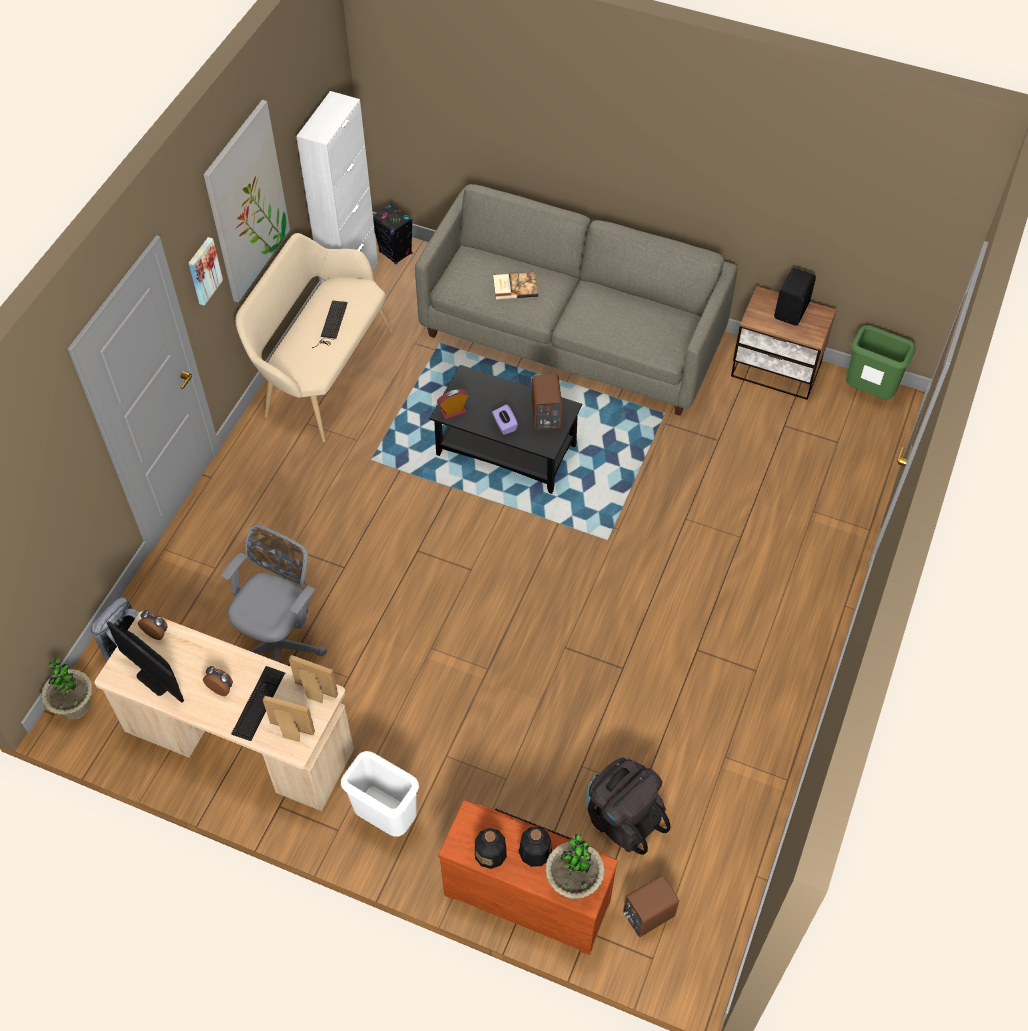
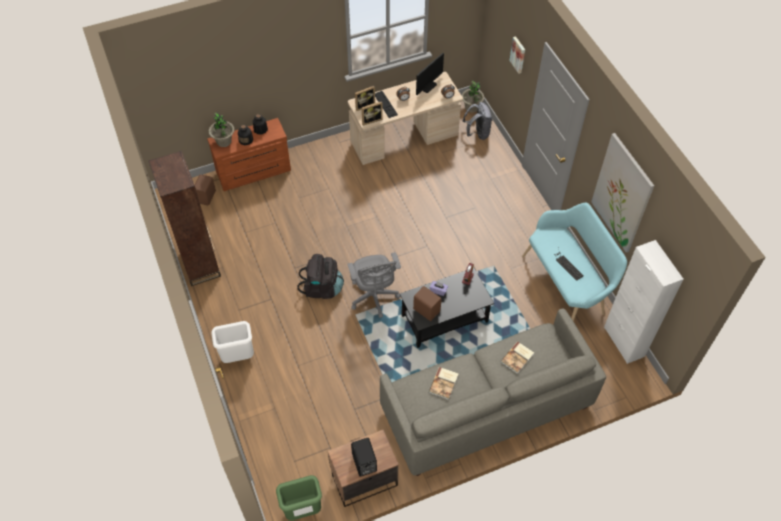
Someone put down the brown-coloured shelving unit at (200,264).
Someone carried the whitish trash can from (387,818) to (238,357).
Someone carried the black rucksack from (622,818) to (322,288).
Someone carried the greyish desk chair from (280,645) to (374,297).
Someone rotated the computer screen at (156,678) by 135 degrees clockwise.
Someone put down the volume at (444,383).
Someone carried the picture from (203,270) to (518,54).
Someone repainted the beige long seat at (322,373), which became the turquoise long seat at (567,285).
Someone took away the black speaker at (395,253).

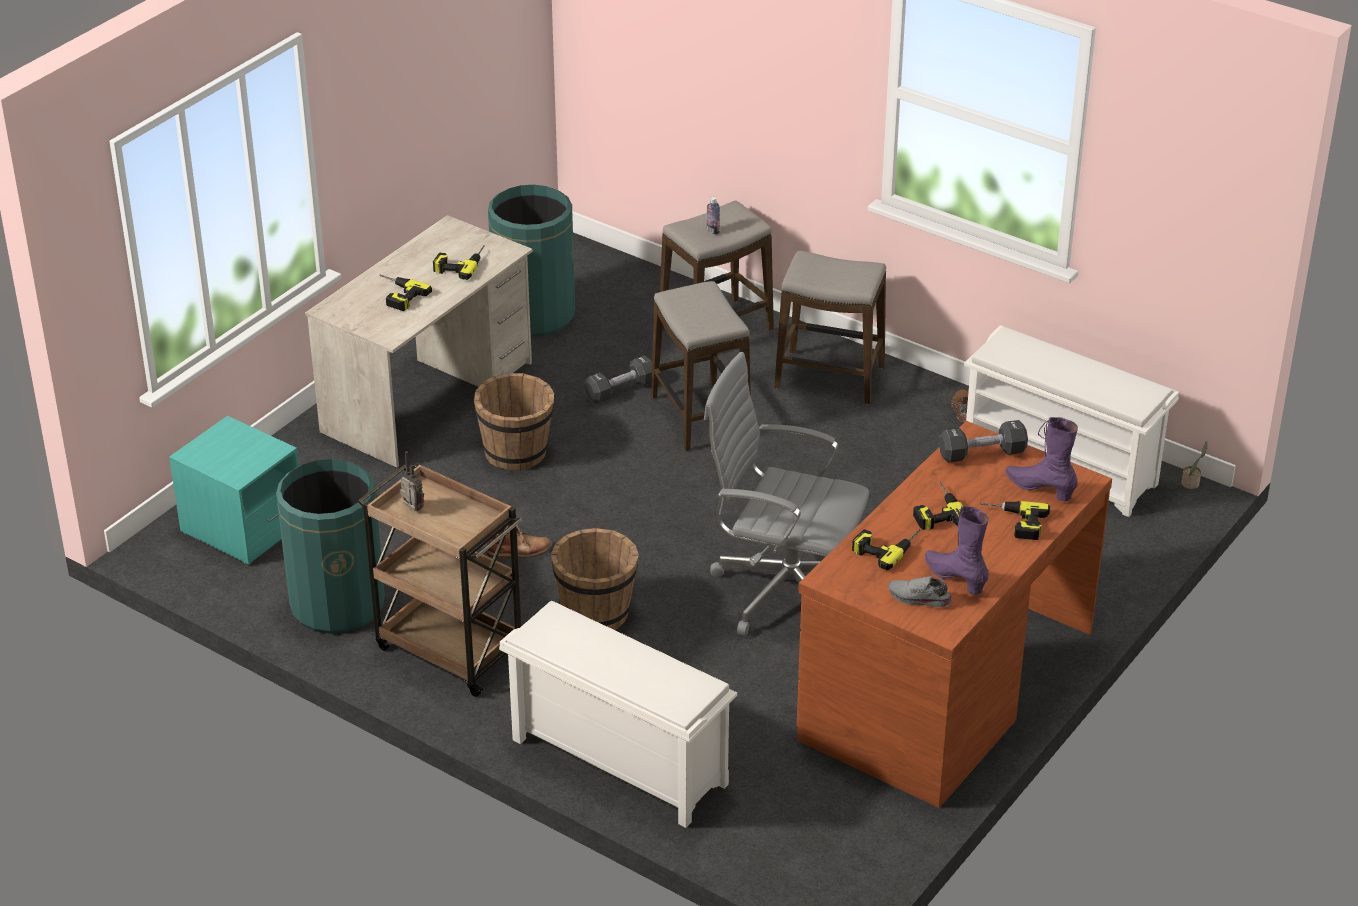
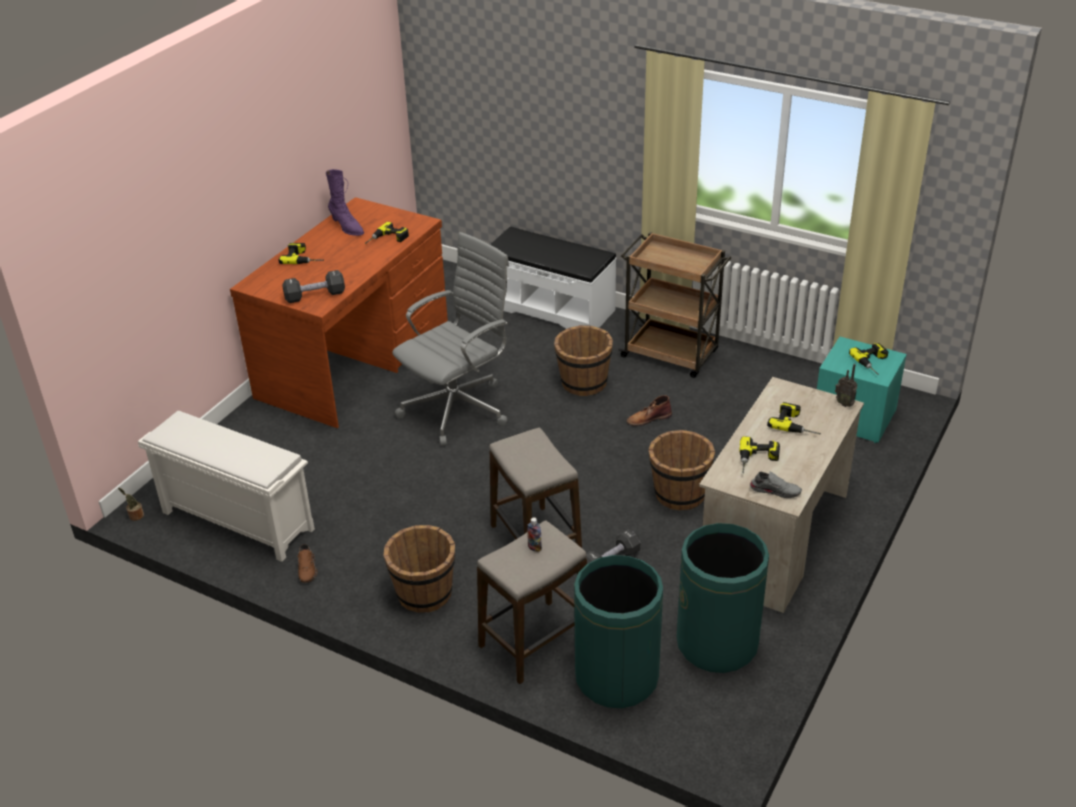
Someone swapped the stool at (829,377) for the brown-coloured bucket at (424,594).
Someone rotated the greyish desk chair at (784,590) by 60 degrees counterclockwise.
Someone swapped the whitish shoe shelf at (616,762) for the whitish long seat at (551,307).
Someone carried the greenish trash can from (338,604) to (616,677).
Someone carried the greyish item of footwear from (918,599) to (775,490).
Someone carried the radio receiver from (412,510) to (844,403).
Someone carried the power drill from (935,510) to (874,363).
Someone took away the purplish high-top boot at (1040,489).

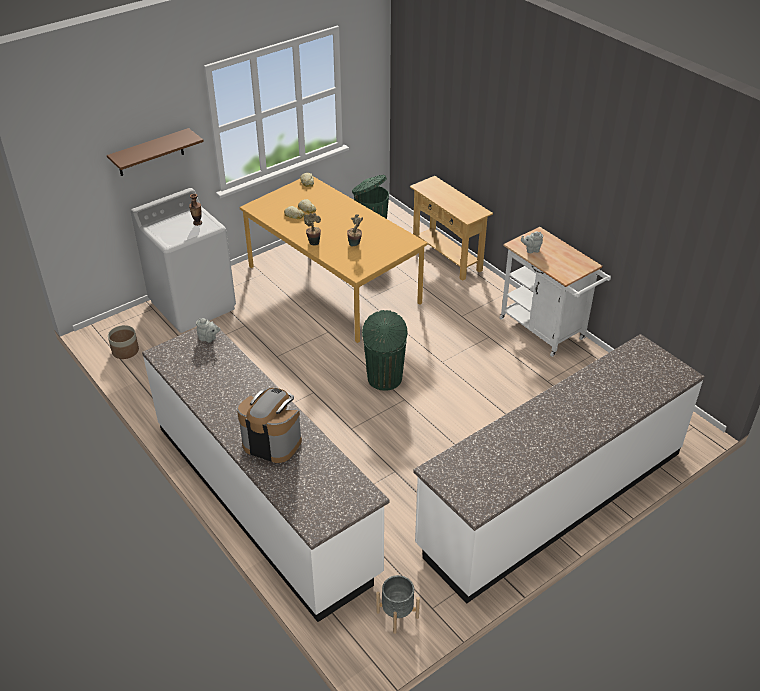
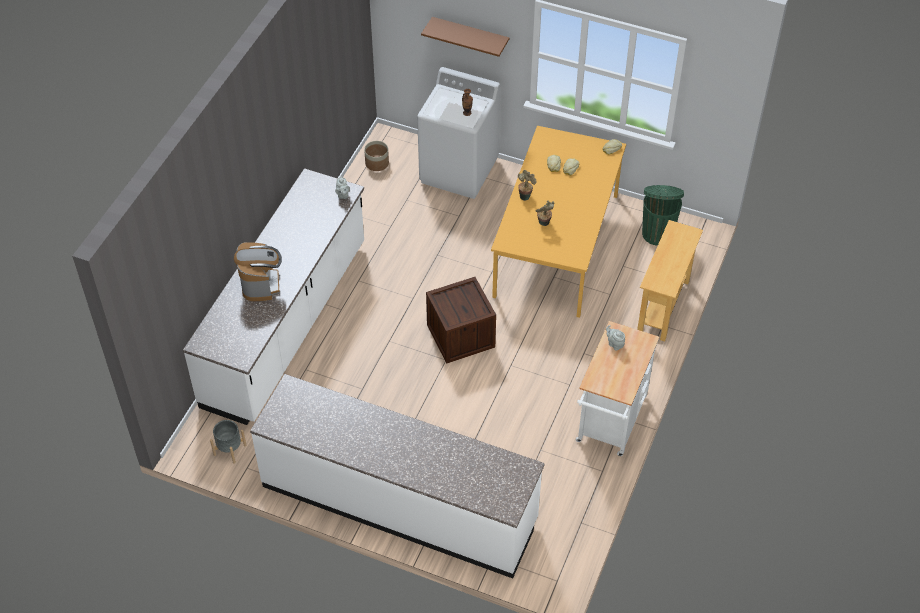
Someone swapped the greenish trash can at (384,379) for the shipping crate at (460,336).

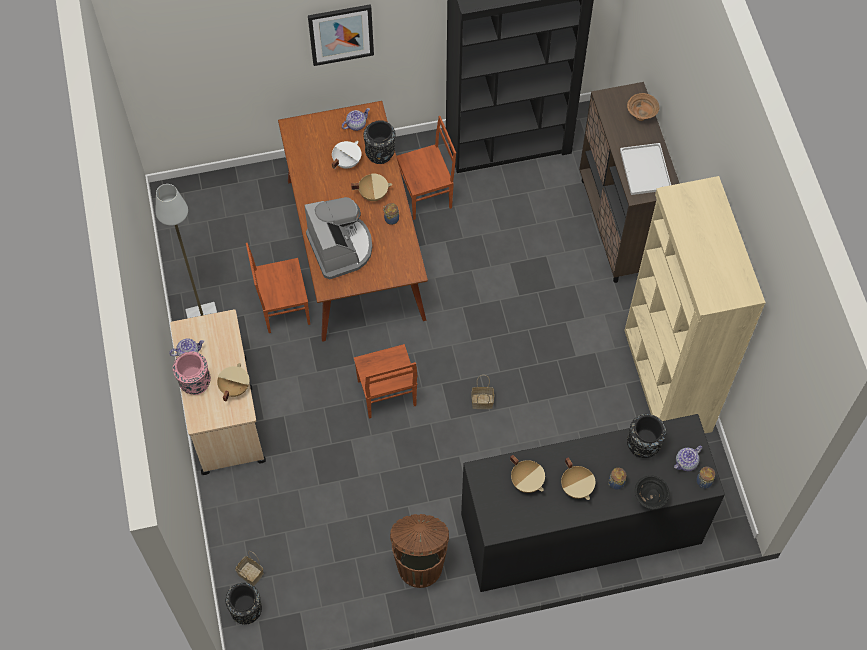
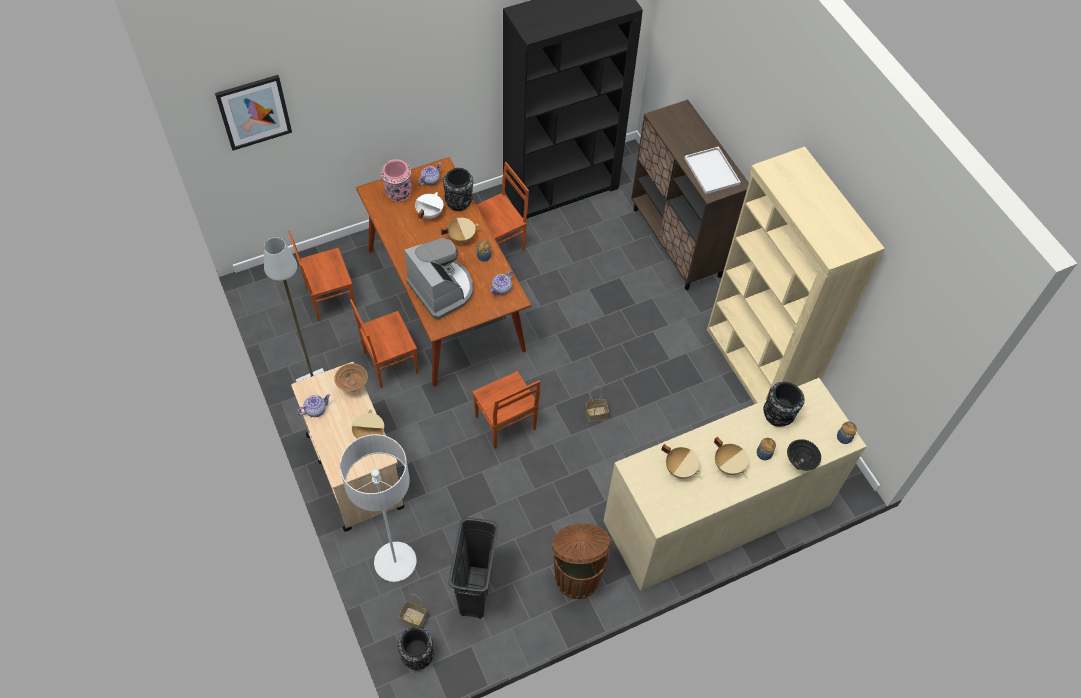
Someone carried the picture from (341,34) to (254,112).
Someone put down the brown-coloured upright chair at (329,298).
Someone carried the brown-coloured bowl from (641,117) to (353,387).
Someone put down the greyish standard lamp at (395,562).
Someone carried the pink-coloured vase from (195,383) to (398,193).
Someone put down the black trash can at (475,590).
Someone carried the tea pot from (686,463) to (501,289).
Someone repainted the black chest of drawers at (580,528), which became the beige chest of drawers at (717,513).

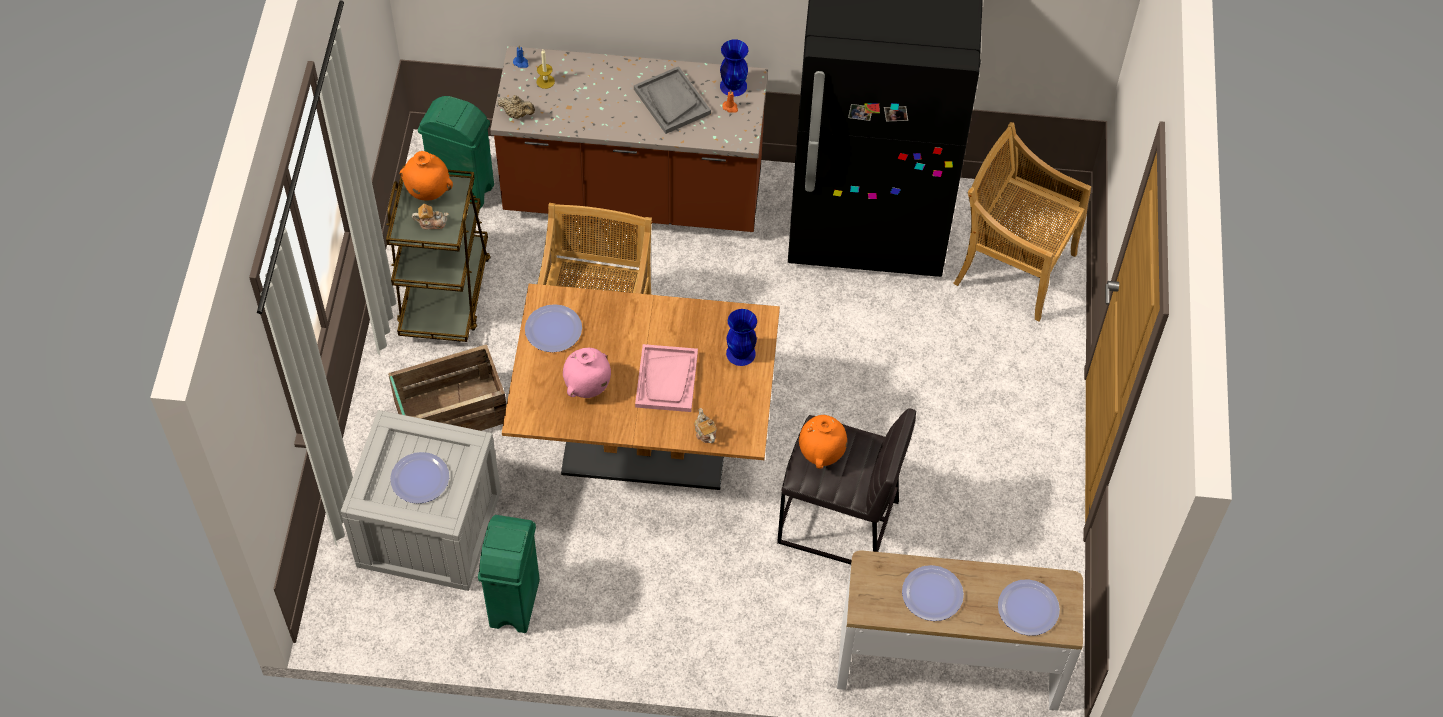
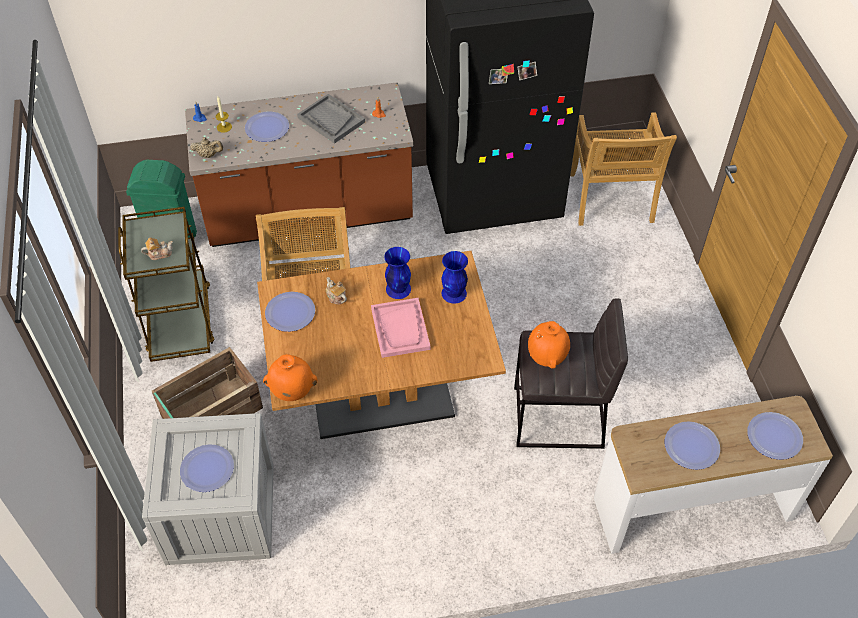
Someone put down the flat dish at (267,128).
Someone carried the orange vase from (427,192) to (292,392).
Someone carried the tea pot from (705,433) to (336,297).
Someone carried the blue-coloured vase from (733,85) to (398,288).
Someone rotated the beige upright chair at (1013,267) by 105 degrees counterclockwise.
Someone took away the greenish trash can at (514,604).
Someone took away the pink-coloured vase at (587,387).

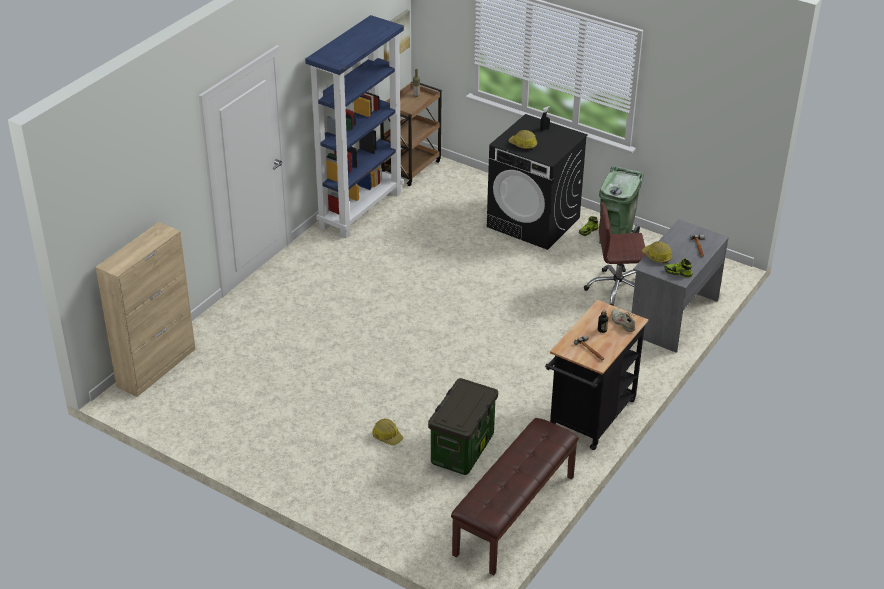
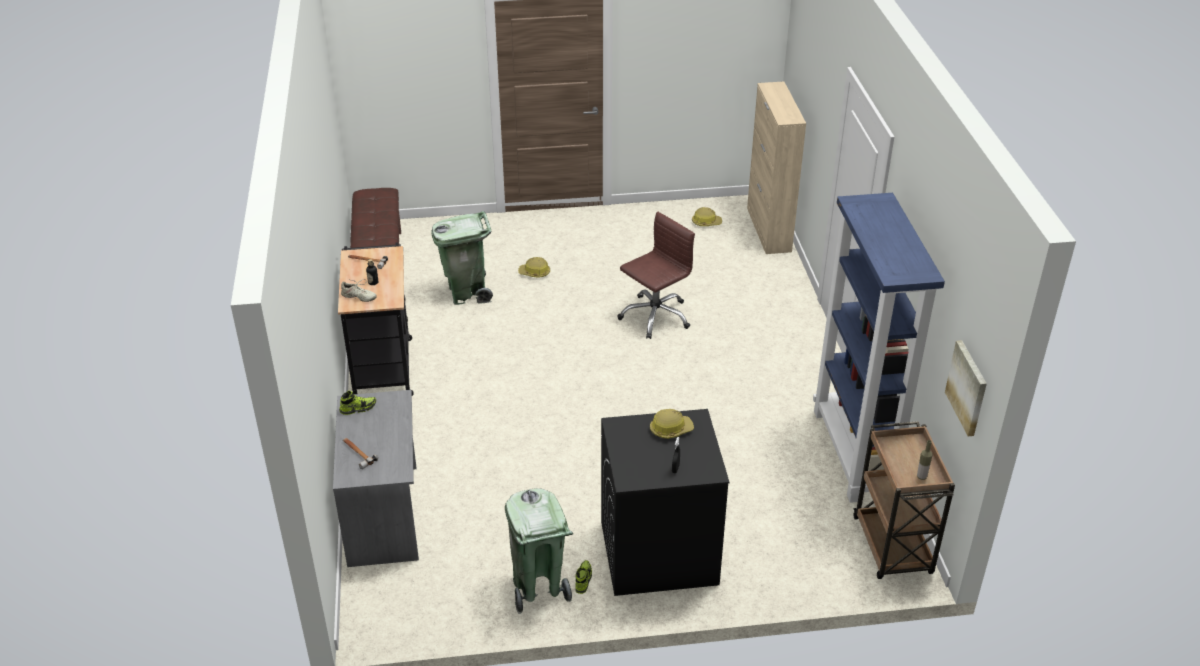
Someone swapped the storage bin at (462,448) for the greenish trash can at (467,293).
Someone carried the brown-coloured desk chair from (617,289) to (655,316).
Someone carried the safety helmet from (657,256) to (706,222).

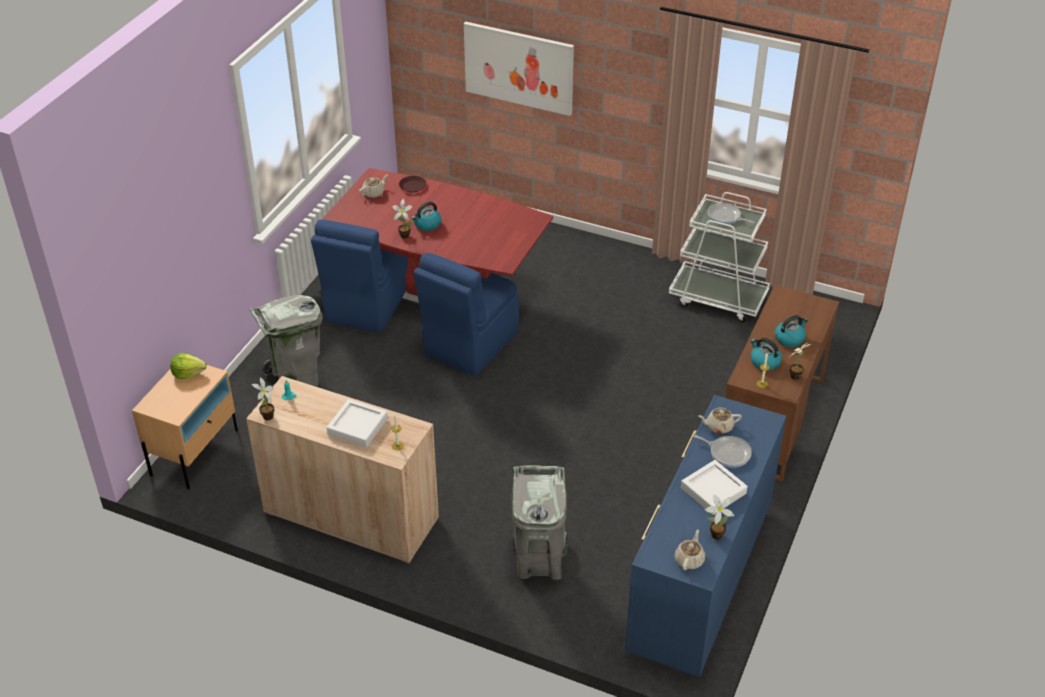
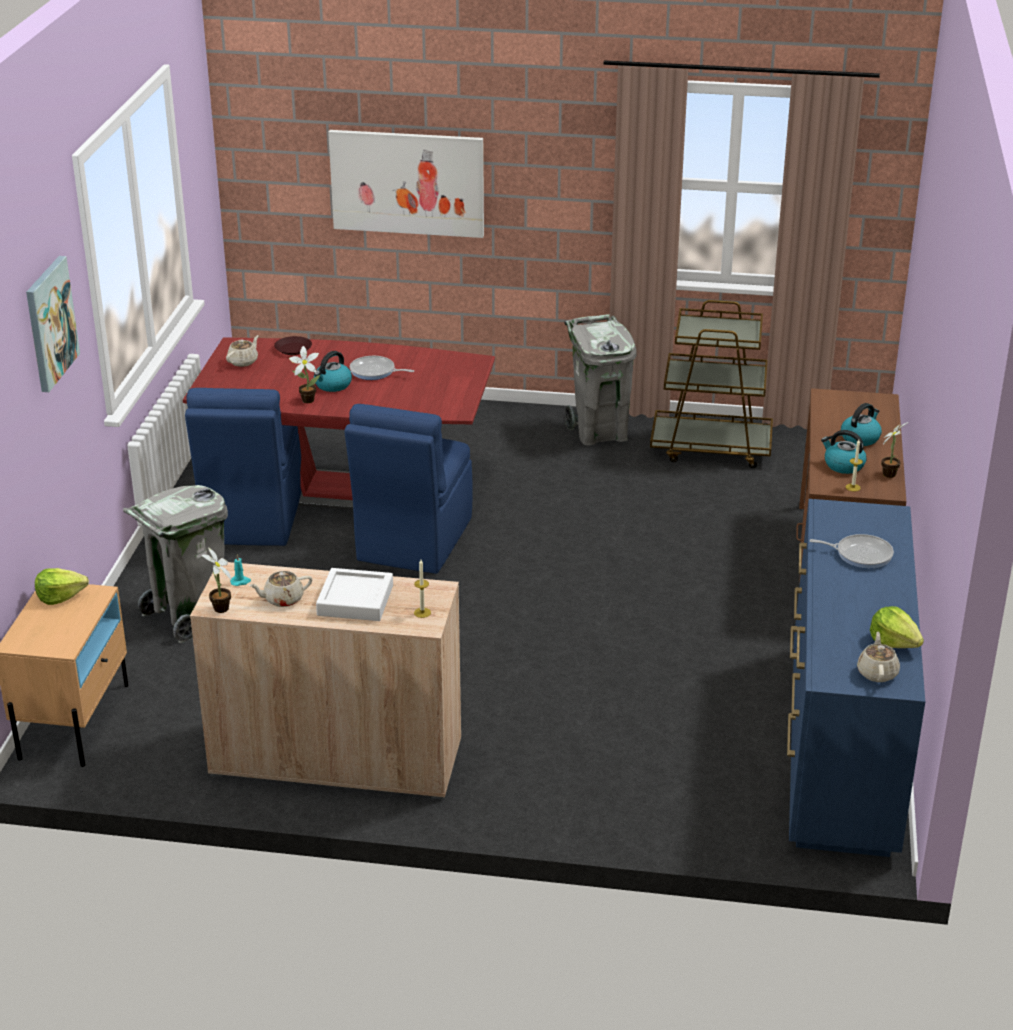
Someone put up the picture at (50,323).
Someone carried the beige tea pot from (718,426) to (283,599).
Someone carried the skillet from (725,217) to (375,372).
Someone carried the greyish trash can from (539,562) to (599,433).
Someone repainted the whitish cart at (718,298), which became the brown-coloured cart at (711,448).
Someone swapped the potted plant at (714,535) for the lettuce head at (894,642).
Someone took away the whitish serving tray at (713,491).

